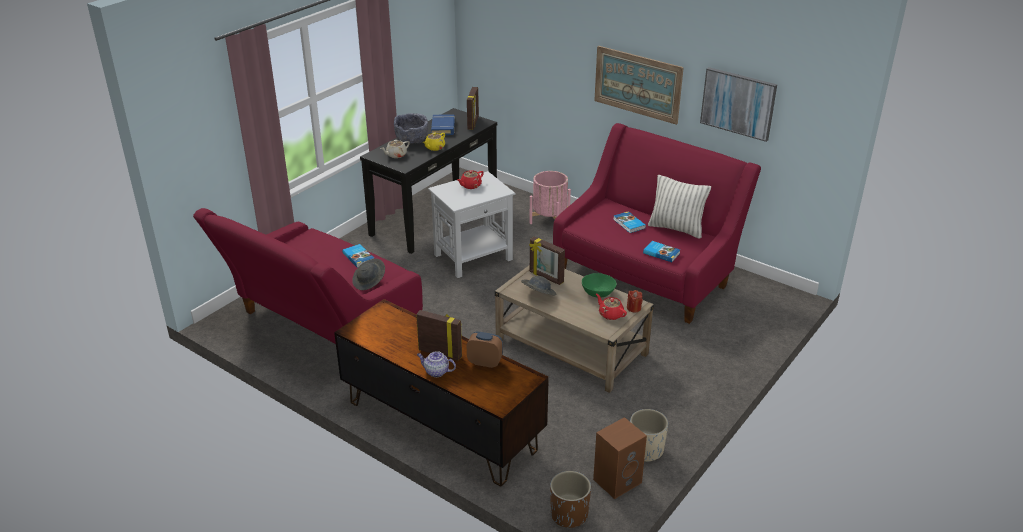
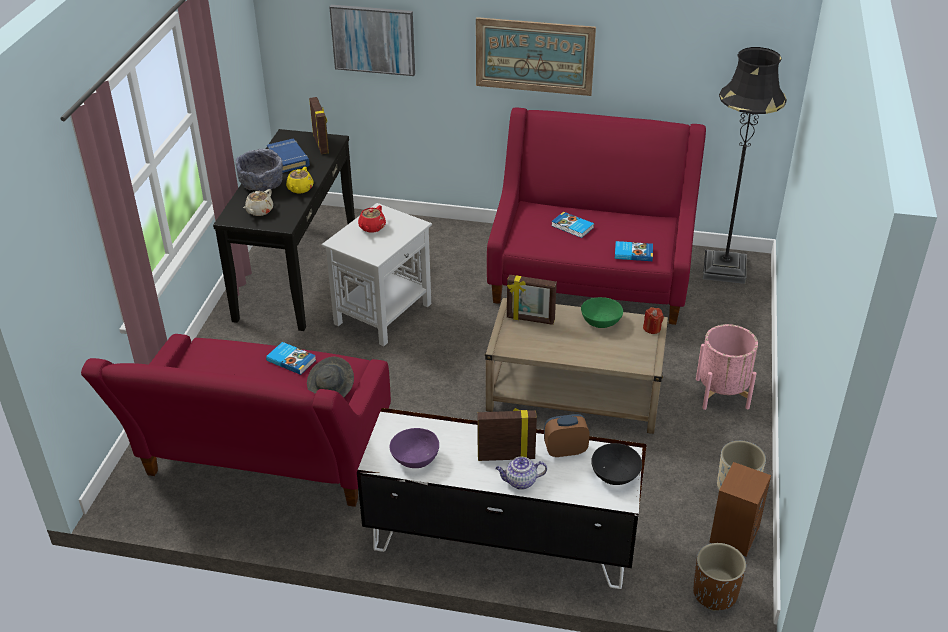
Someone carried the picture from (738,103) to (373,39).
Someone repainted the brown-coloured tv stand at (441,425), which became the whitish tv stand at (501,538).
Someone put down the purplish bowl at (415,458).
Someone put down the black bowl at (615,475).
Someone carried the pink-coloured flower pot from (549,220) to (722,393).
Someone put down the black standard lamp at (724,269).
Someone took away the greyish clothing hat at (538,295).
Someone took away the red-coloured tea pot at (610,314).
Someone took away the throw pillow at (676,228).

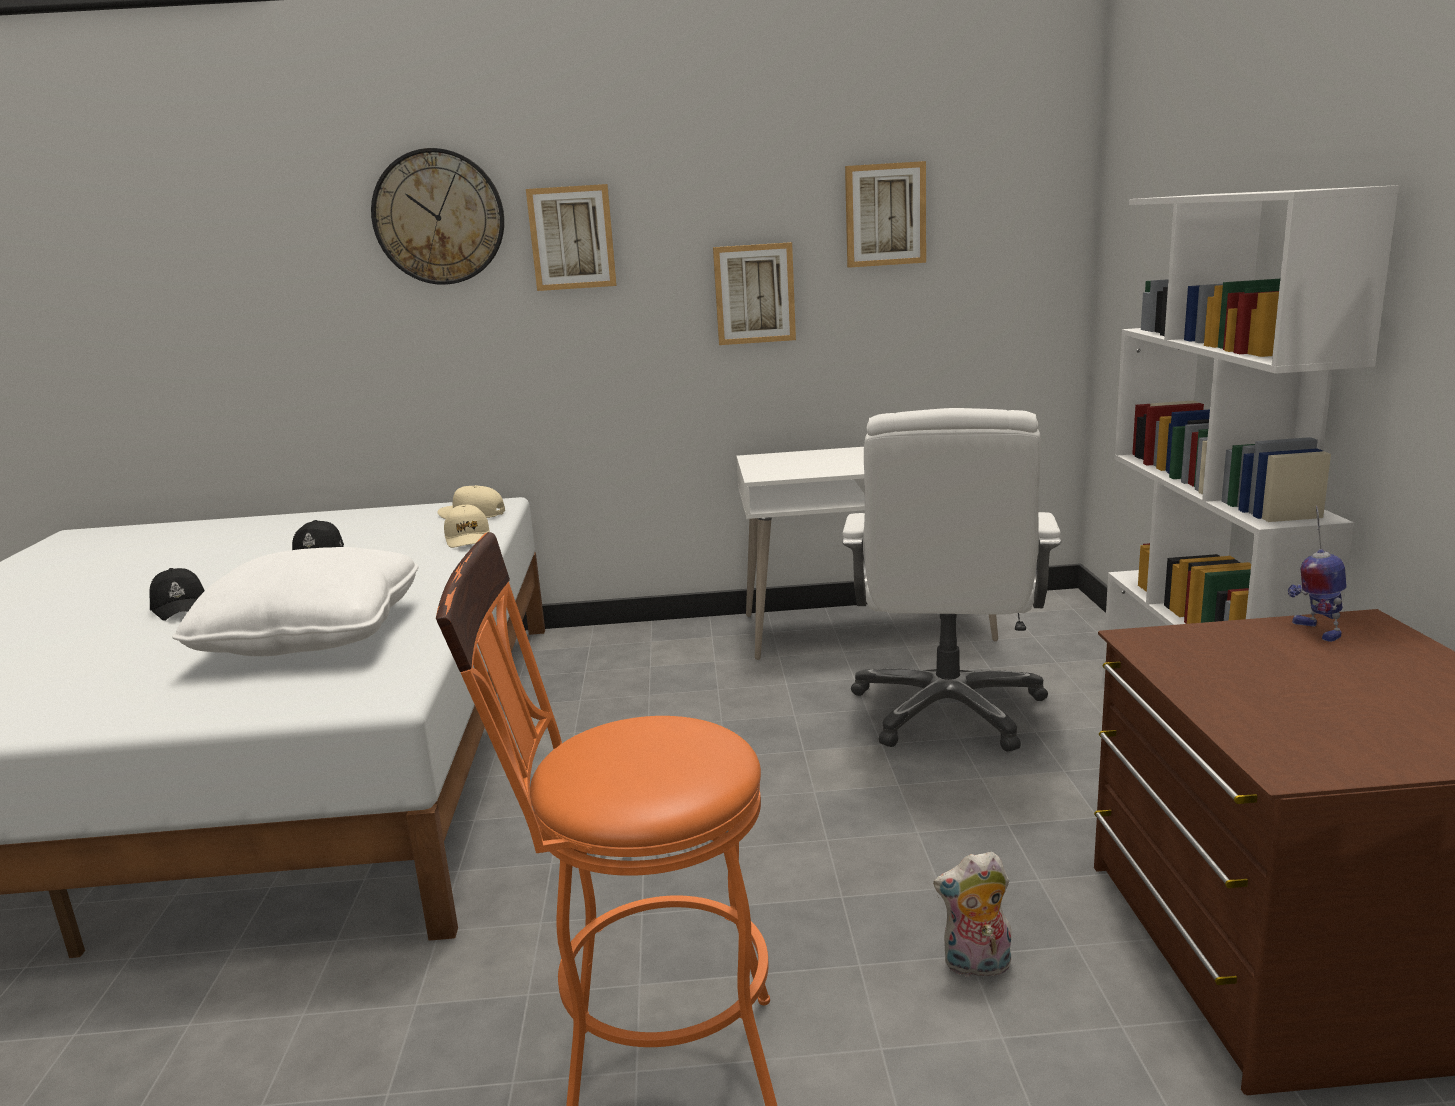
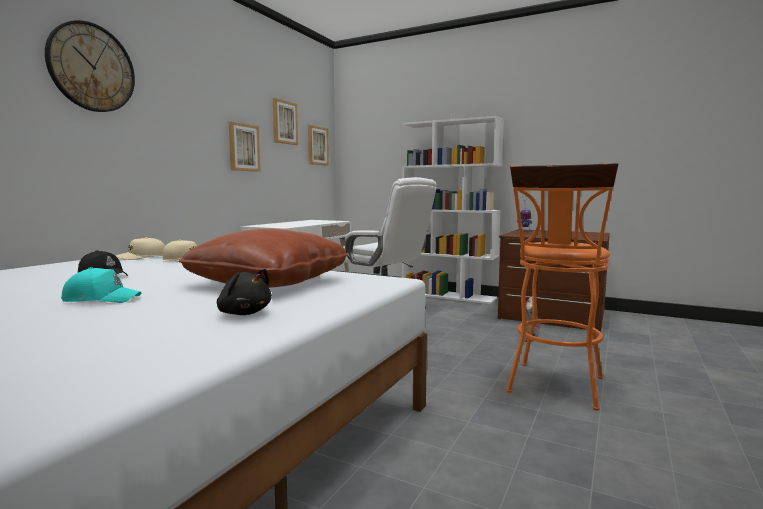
Someone repainted the black cap at (180,606), which became the turquoise cap at (101,299).
Someone repainted the whitish throw pillow at (312,636), which became the brown-coloured throw pillow at (269,283).
Someone put down the black cuddly toy at (243,313).
Someone carried the picture from (572,238) to (317,146).

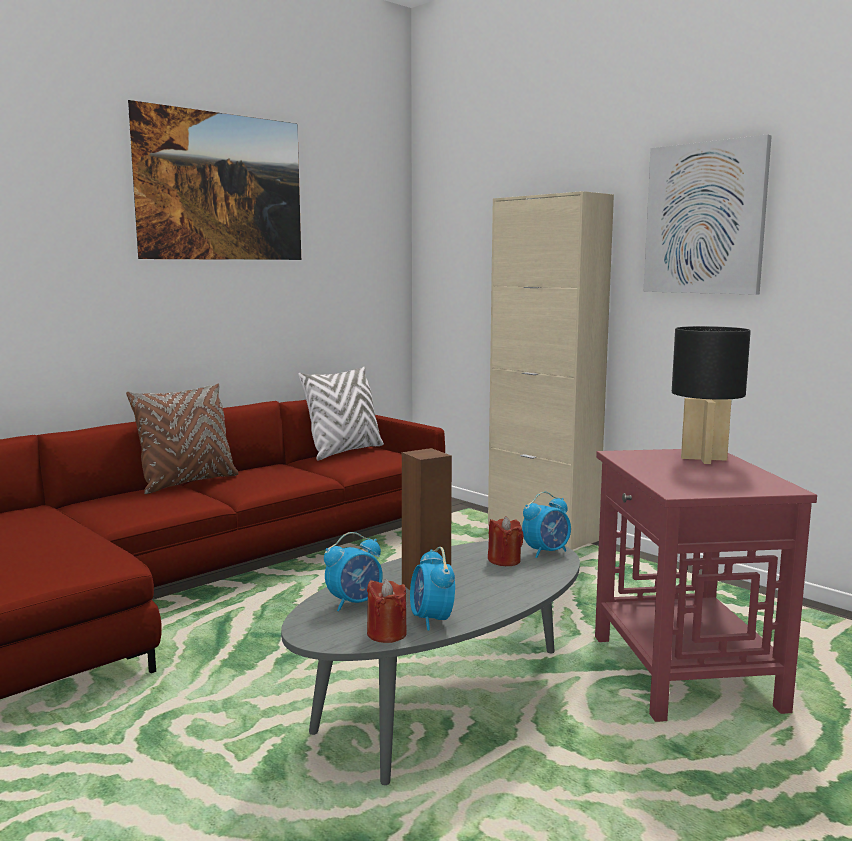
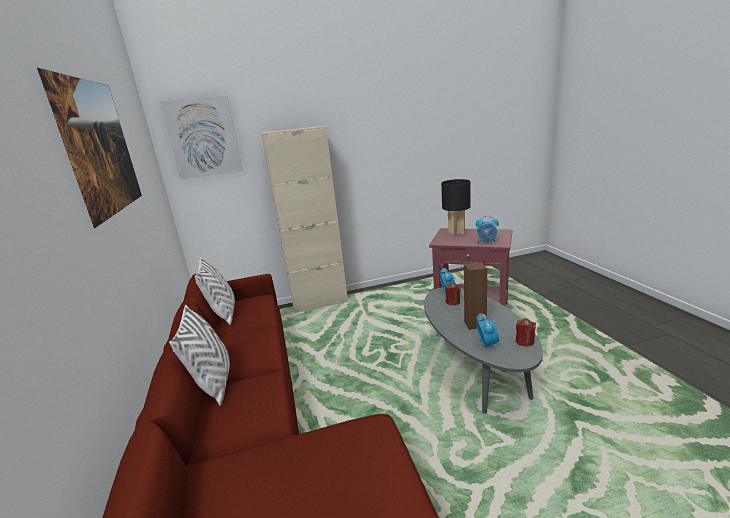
Someone carried the picture from (705,218) to (203,137).
Someone repainted the brown-coloured throw pillow at (187,483), which became the whitish throw pillow at (213,382).
Someone carried the table clock from (431,620) to (487,241).

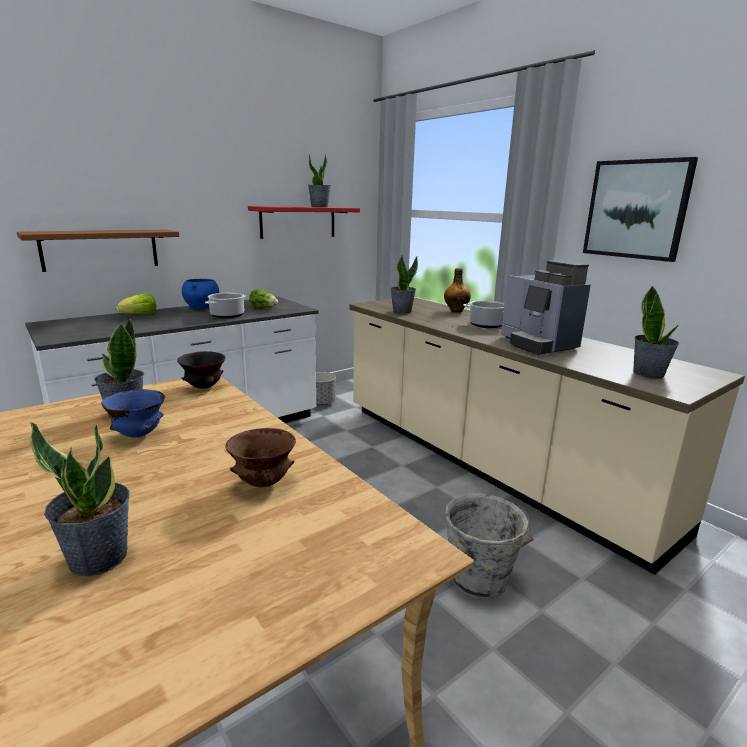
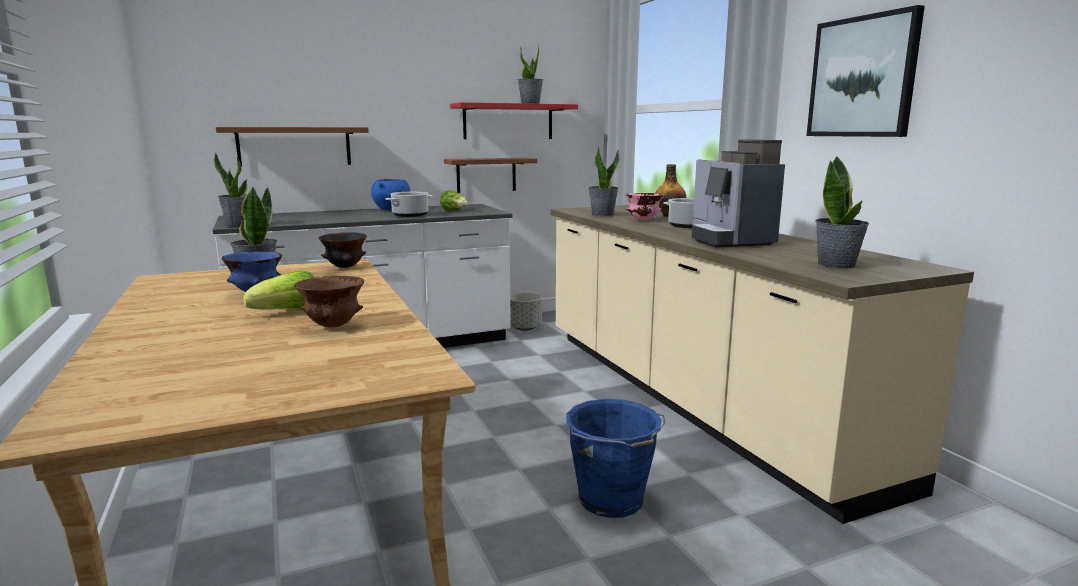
Someone carried the potted plant from (98,557) to (239,225).
Someone carried the lettuce head from (140,315) to (289,313).
Someone put up the wall shelf at (486,175).
Someone repainted the greyish bucket at (480,581), which became the blue-coloured bucket at (612,501).
Someone put down the pink-coloured bowl at (643,220).

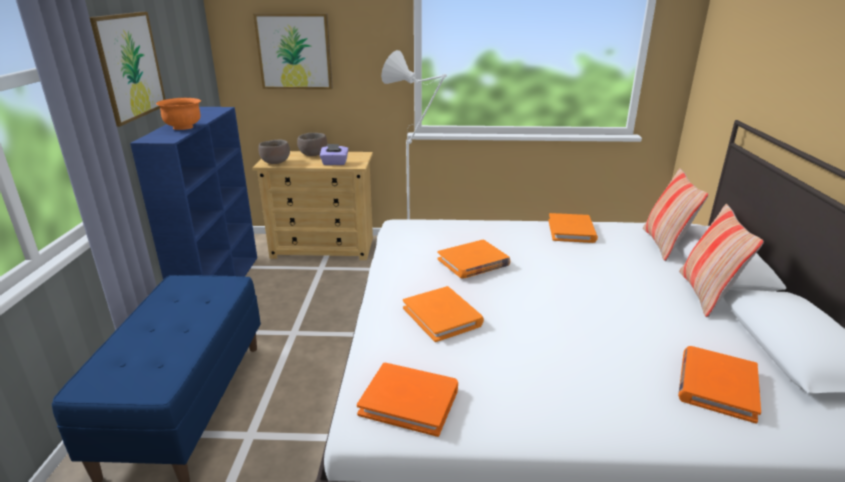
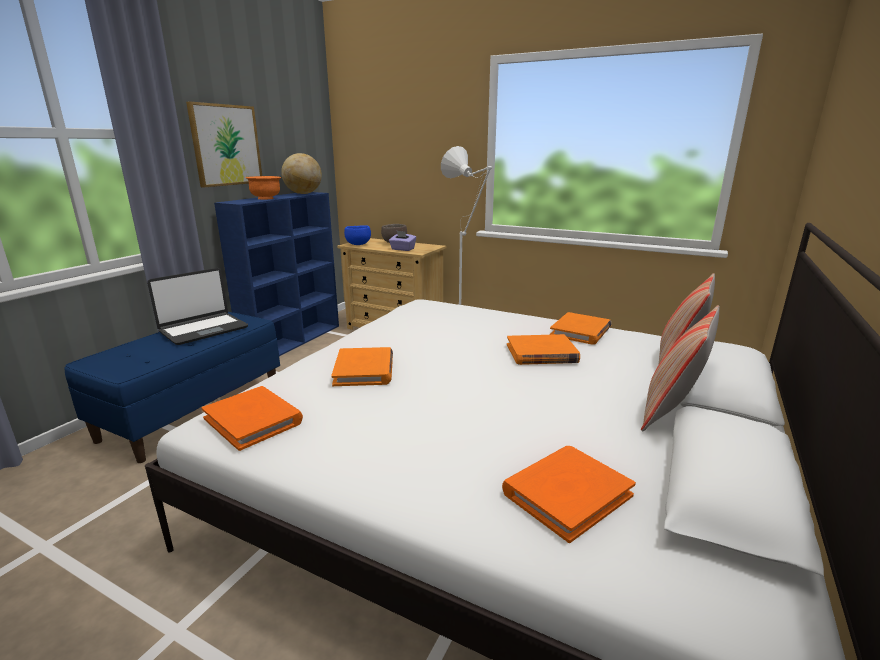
Someone put down the laptop at (203,329).
Someone put down the desk globe at (303,193).
Someone repainted the brown-coloured bowl at (276,163), which became the blue-coloured bowl at (358,244).
Someone carried the orange volume from (473,262) to (541,353).
Someone took away the picture at (294,51).

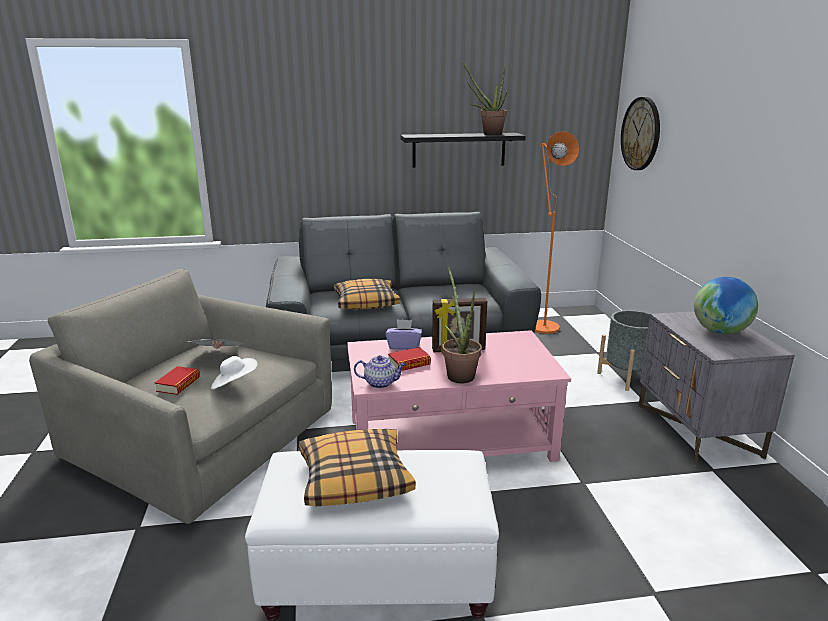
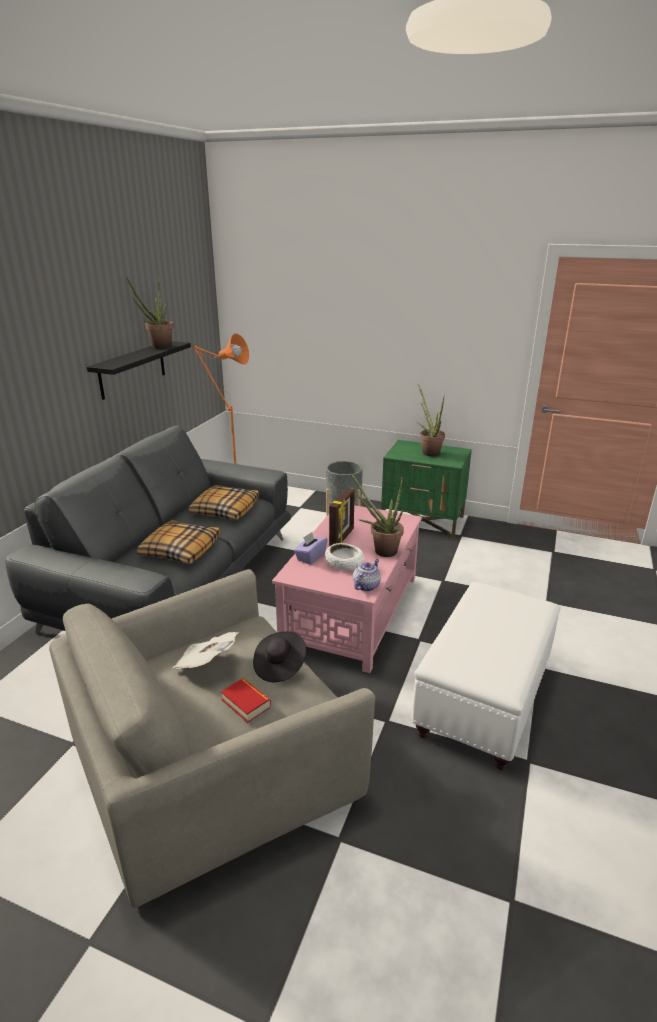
Someone carried the throw pillow from (355,478) to (225,510).
Someone repainted the whitish clothing hat at (234,384), which became the black clothing hat at (279,666).
Someone swapped the volume at (409,363) for the whitish bowl at (344,564).
Someone repainted the greyish nightstand at (698,432), which became the greenish nightstand at (423,521).
Someone swapped the desk globe at (720,332) for the potted plant at (428,452).
Someone took away the clock on the wall at (641,134).

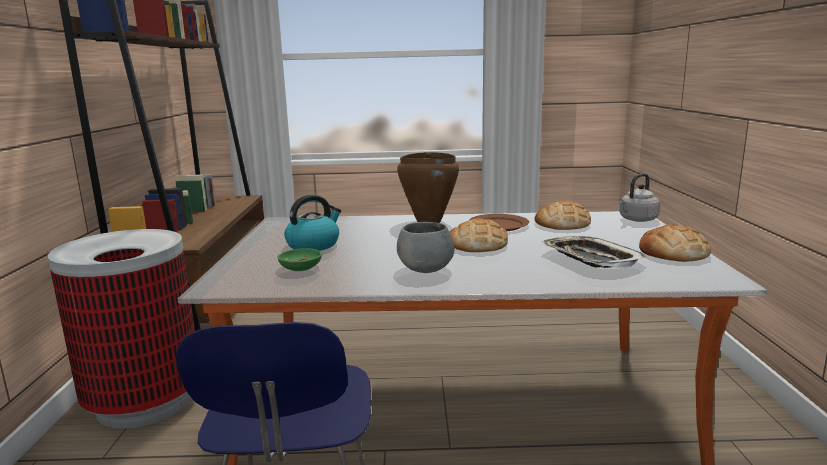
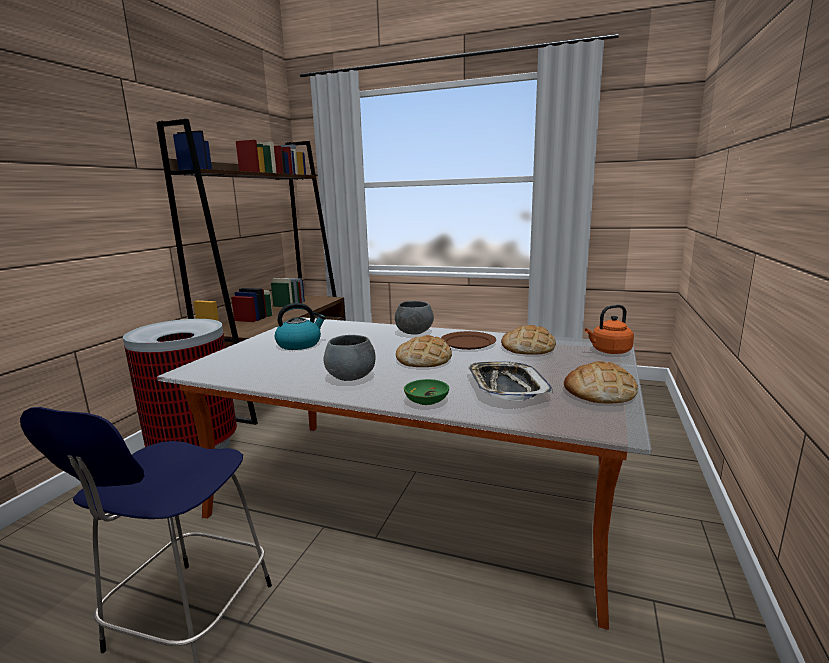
Someone swapped the brown-coloured cooking pot at (428,221) for the greyish bowl at (414,333).
Someone carried the greenish bowl from (300,267) to (426,400).
Someone repainted the greyish tea kettle at (636,220), which became the orange tea kettle at (609,351).

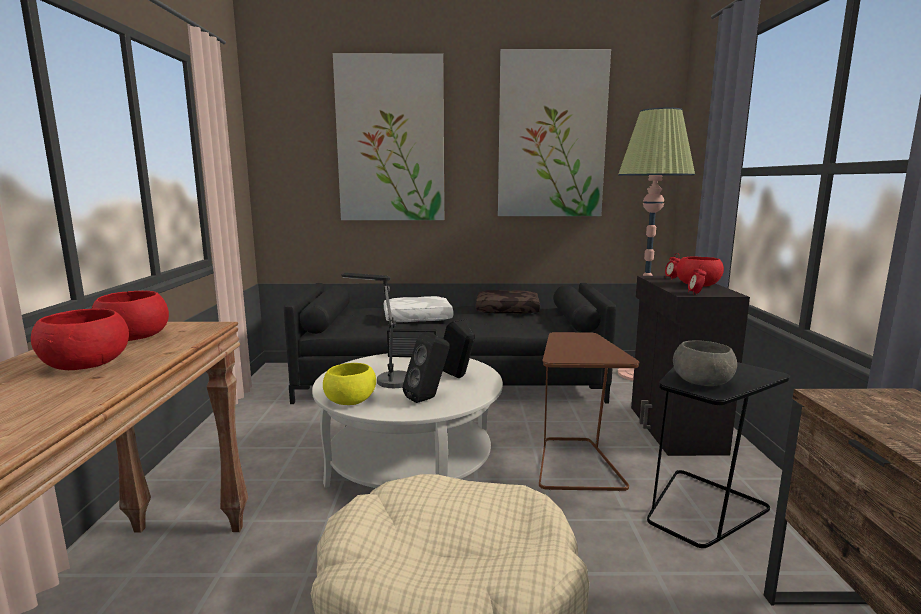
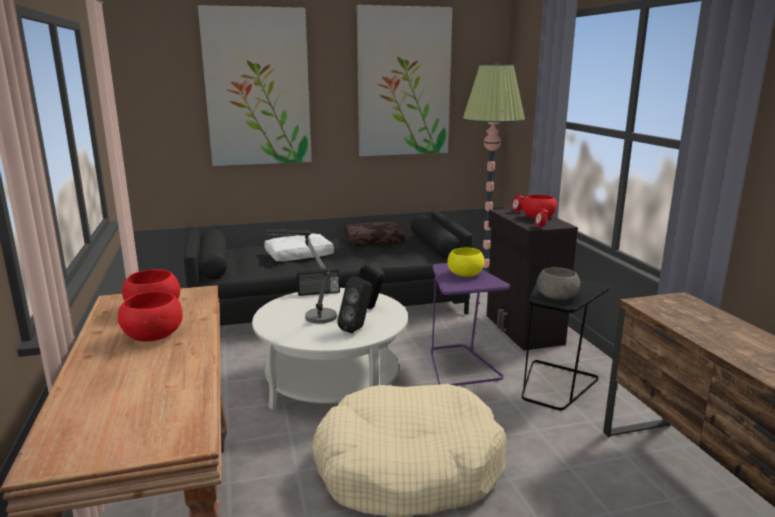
Someone repainted the brown-coloured accent table at (575,465), which became the purplish accent table at (460,366).
Someone carried the yellow-coloured bowl from (350,400) to (465,274).

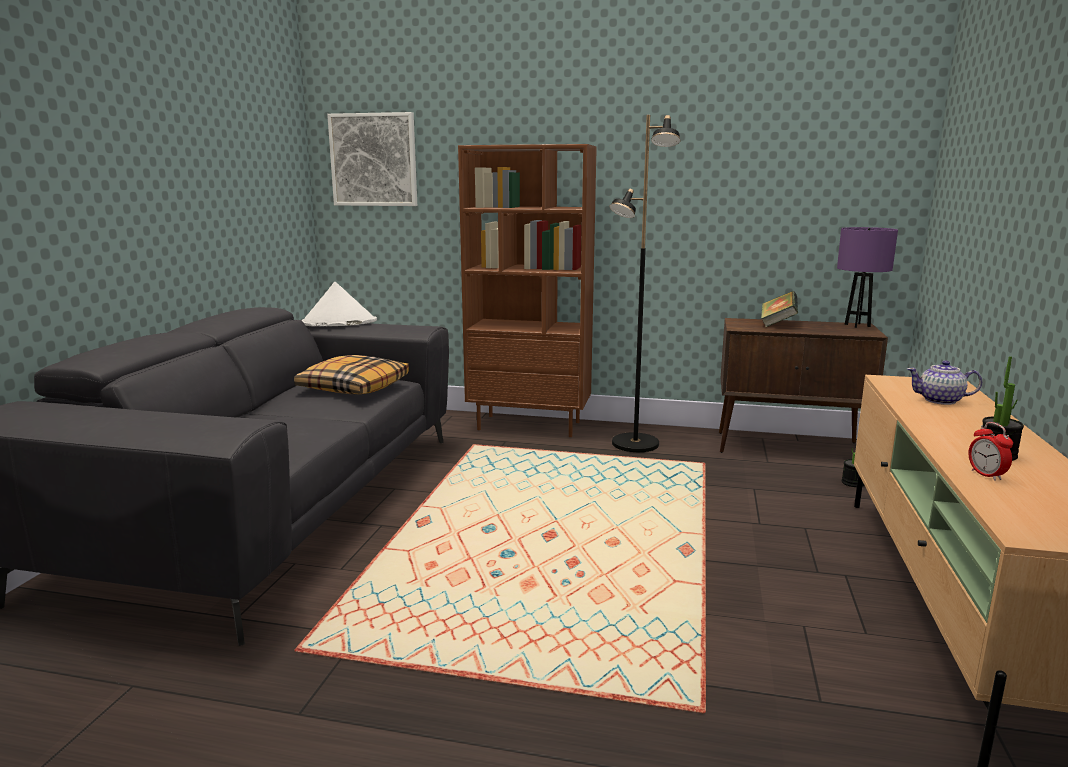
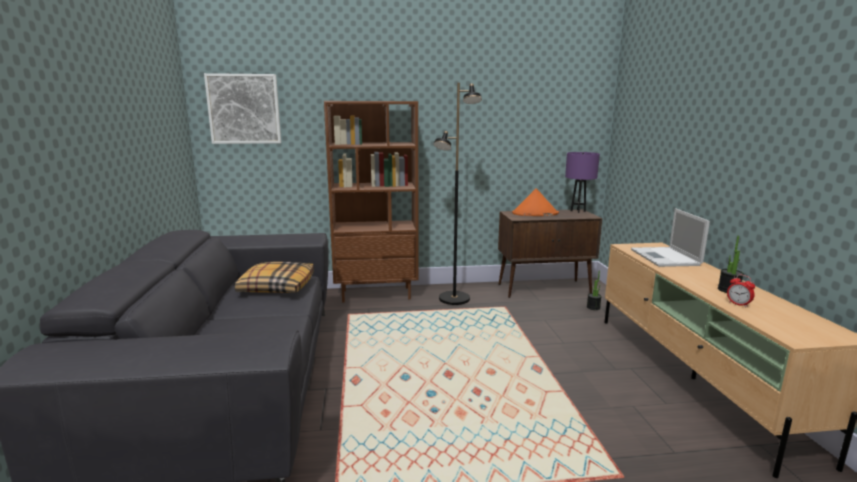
Someone swapped the volume at (777,324) for the orange clothing hat at (535,213).
Someone swapped the tea pot at (940,400) for the laptop at (666,258).
Someone took away the whitish clothing hat at (339,322).

